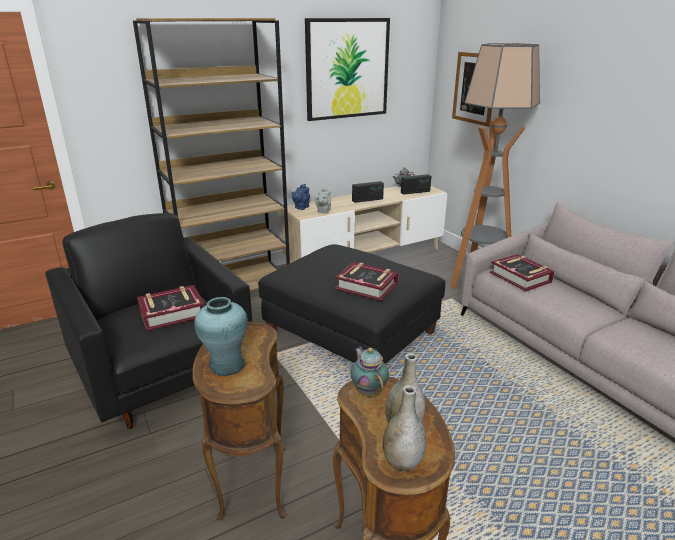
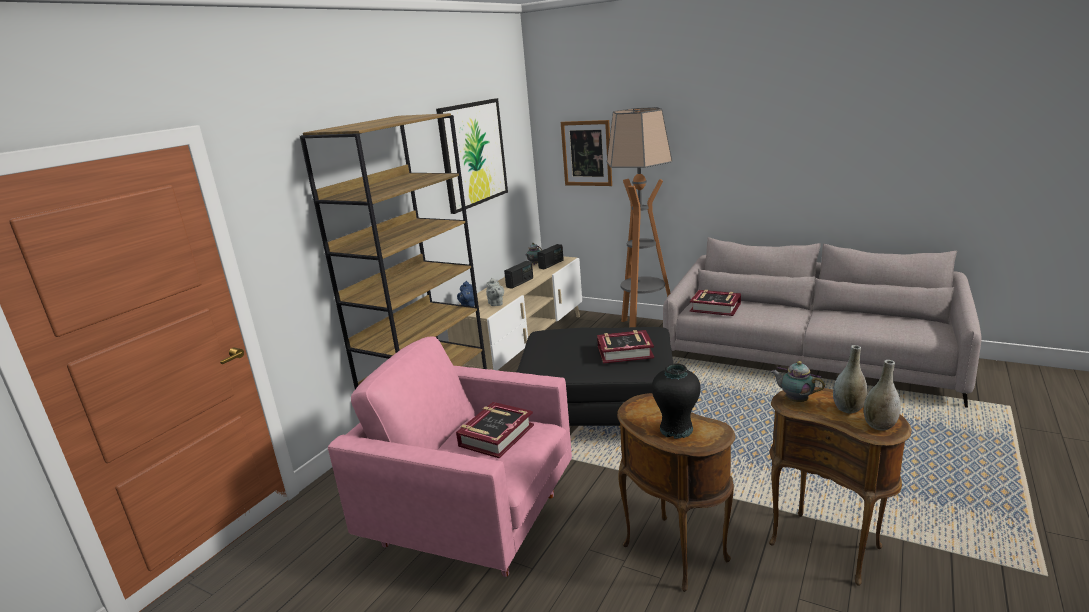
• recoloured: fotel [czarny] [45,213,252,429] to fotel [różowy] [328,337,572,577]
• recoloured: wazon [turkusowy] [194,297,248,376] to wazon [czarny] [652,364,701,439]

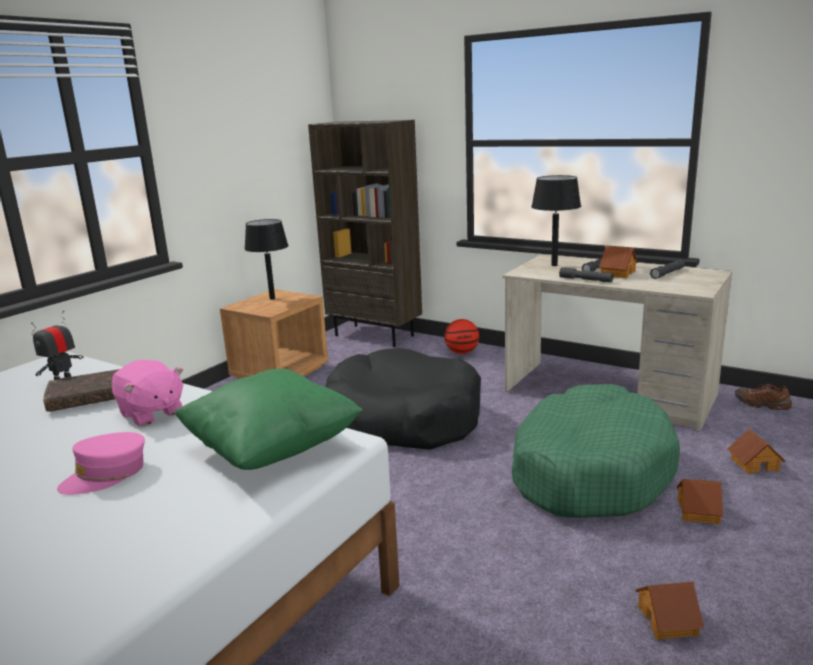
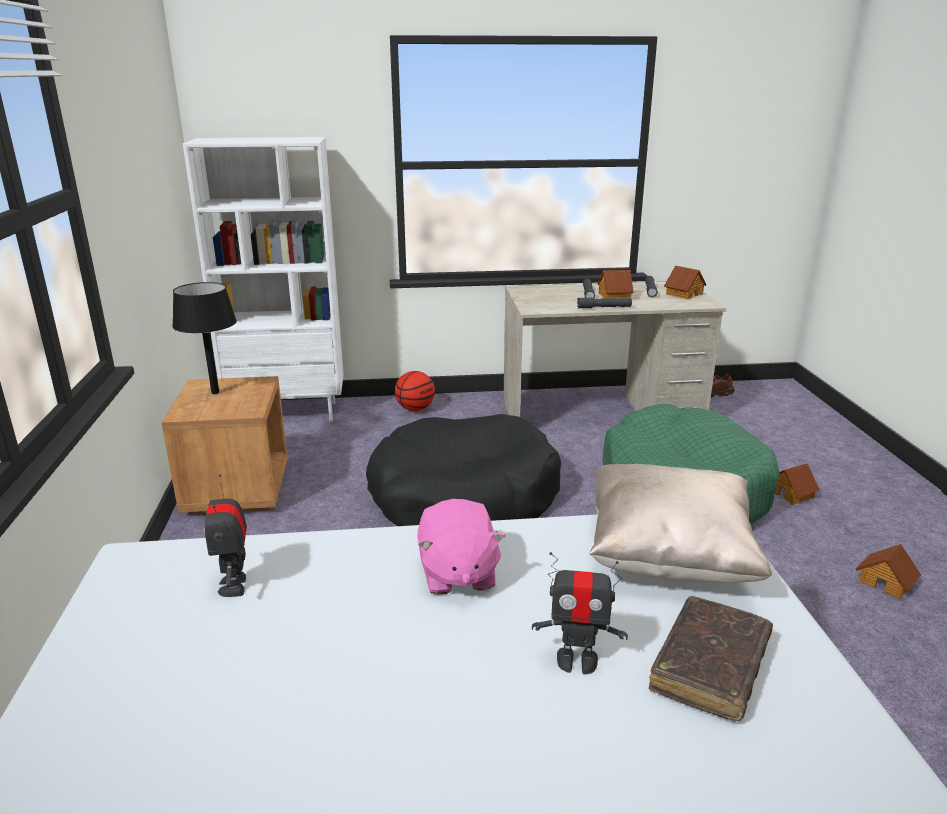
• recoloured: regał [brązowy] [308,120,422,347] to regał [biały] [183,137,344,421]
• removed: lampa stołowa [czarny] [531,175,581,266]
• turned: pluszak [różowy] [112,360,183,426] = [417,499,506,595] 75 degrees clockwise
• moved: książka [brązowy] [43,369,120,412] to [649,596,773,721]
• recoloured: poduszka [zielony] [174,369,363,470] to poduszka [beżowy] [589,464,772,583]
• moved: domek [727,429,785,474] to [664,266,706,300]
• replaced: czapka z daszkiem [różowy] [57,432,145,495] to robot zabawkowy [532,552,628,675]

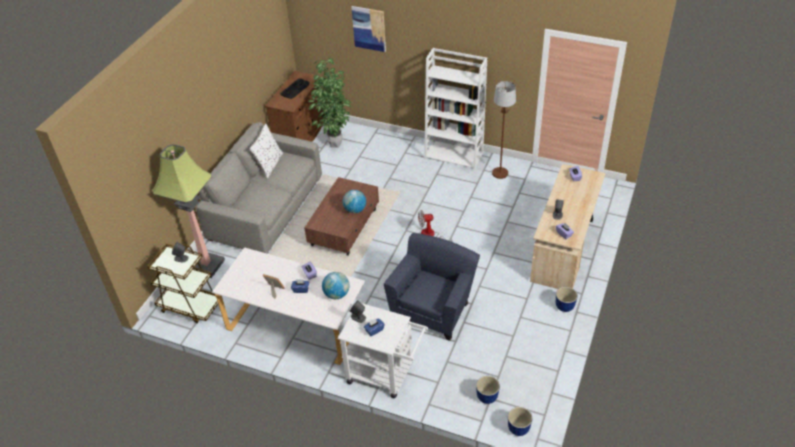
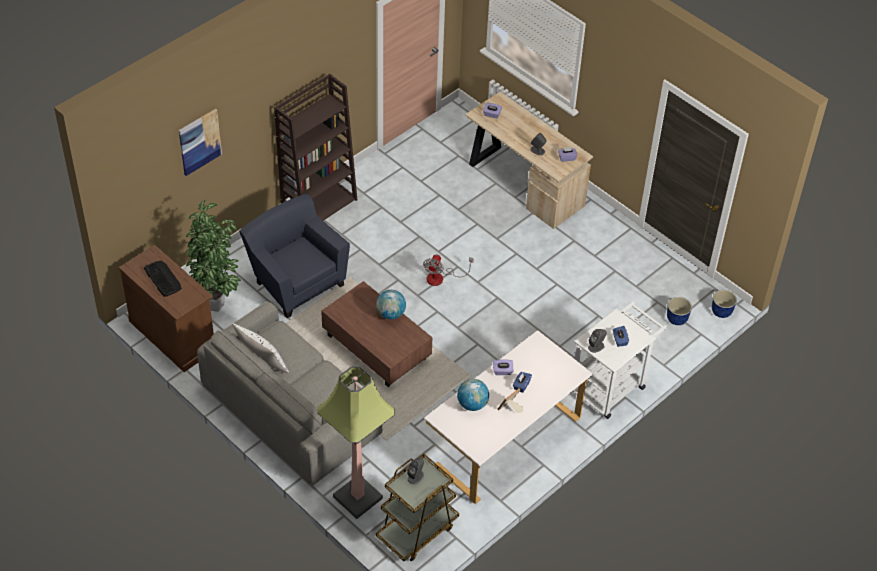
• recoloured: regał [biały] [424,48,487,170] to regał [brązowy] [274,74,357,221]
• removed: lampa stojąca [brązowy] [492,81,516,179]
• moved: fotel [niebieski] [384,233,480,341] to [239,194,350,318]
• moved: globus [322,272,349,299] to [457,379,489,411]
• removed: donica [556,287,578,312]

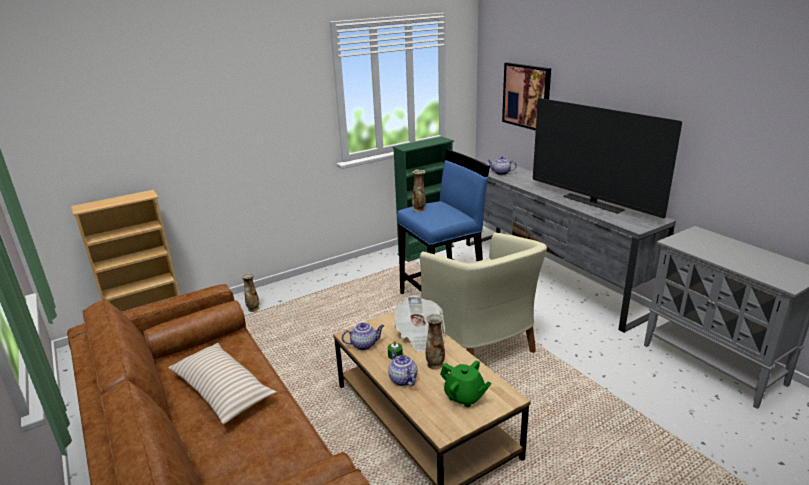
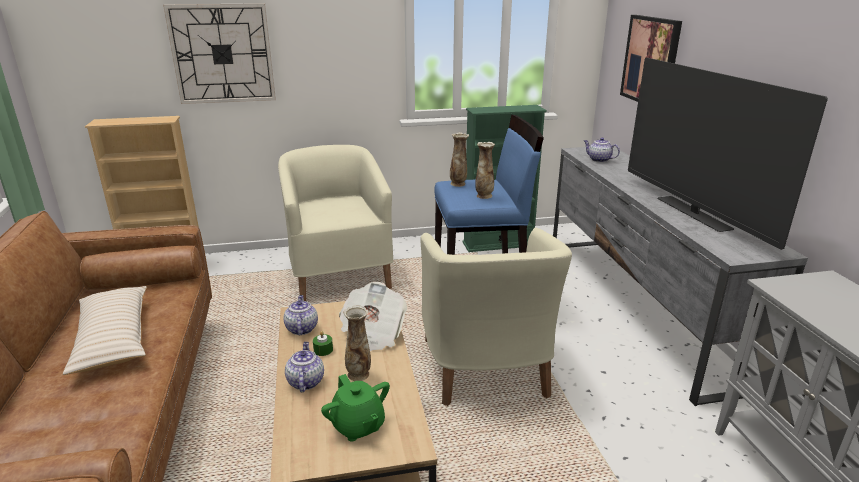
• moved: wazon [241,273,259,312] to [475,142,495,199]
• turned: imbryk [342,323,384,350] = [284,295,318,335] 105 degrees counterclockwise
• added: zegar ścienny [163,3,276,104]
• added: fotel [beżowy] [278,145,393,301]

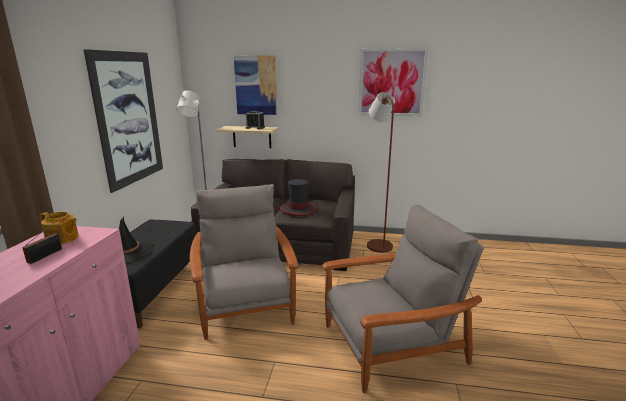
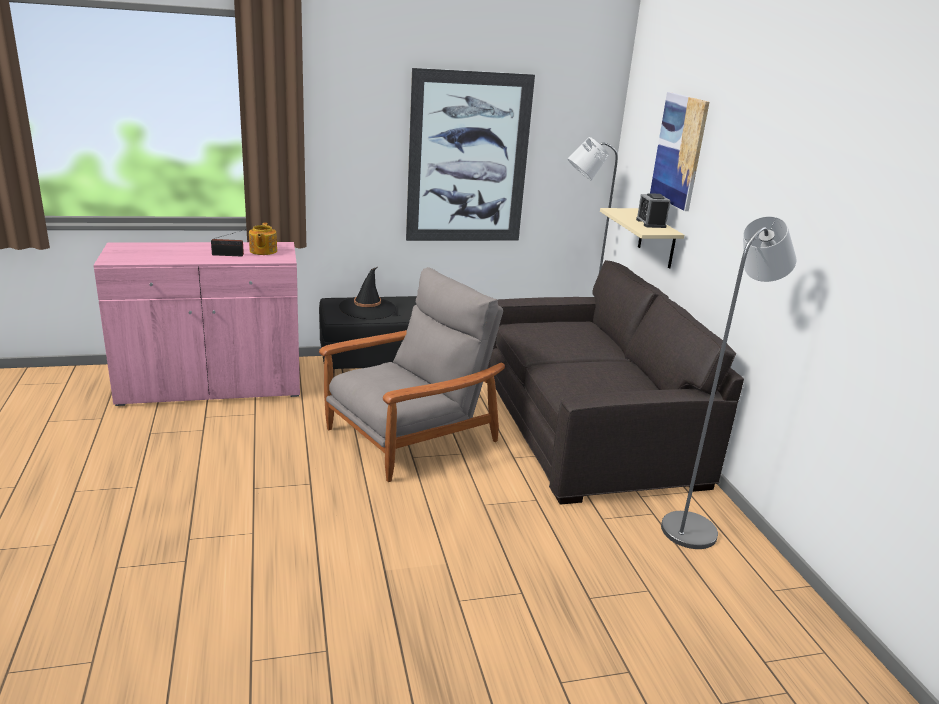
• removed: obraz [358,48,429,116]
• recoloured: lampa stojąca [brązowy] [367,92,395,253] to lampa stojąca [szary] [661,216,796,549]
• removed: kapelusz [279,179,317,216]
• removed: fotel [szary] [322,204,483,393]

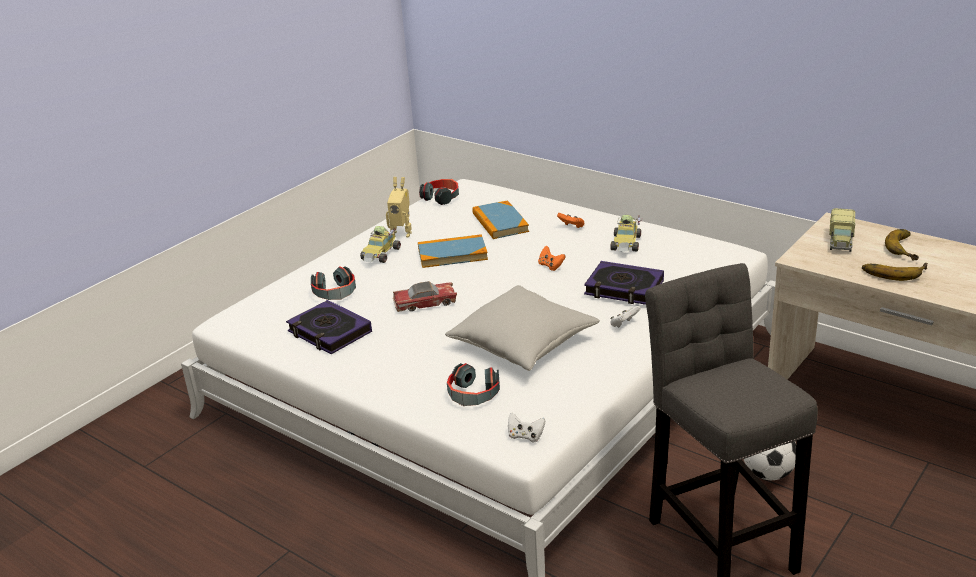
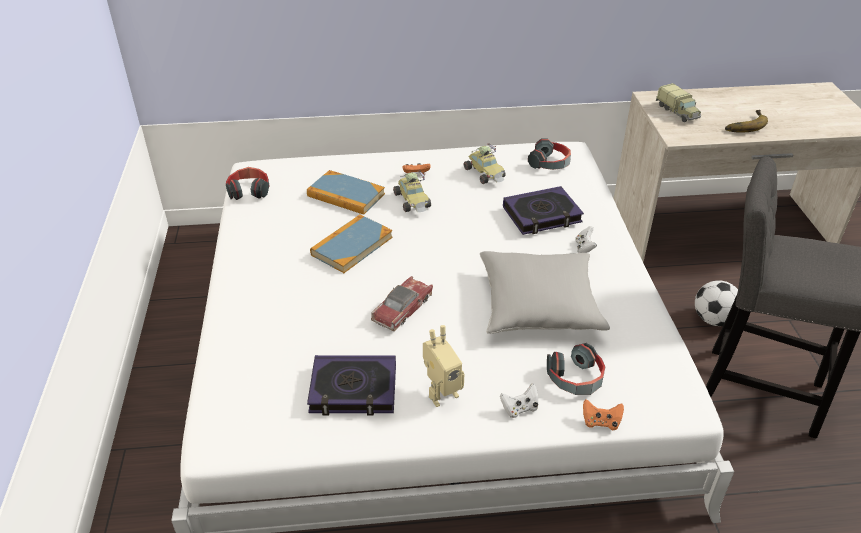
• moved: robot zabawkowy [386,177,412,237] to [423,325,465,407]
• moved: samochodzik [360,226,401,263] to [393,170,431,212]
• removed: banan [885,229,919,261]
• moved: pad do gier [pomarańczowy] [538,246,566,271] to [583,399,624,430]
• moved: słuchawki [311,266,356,300] to [528,138,571,170]
• moved: pad do gier [biały] [508,412,545,442] to [500,383,538,418]

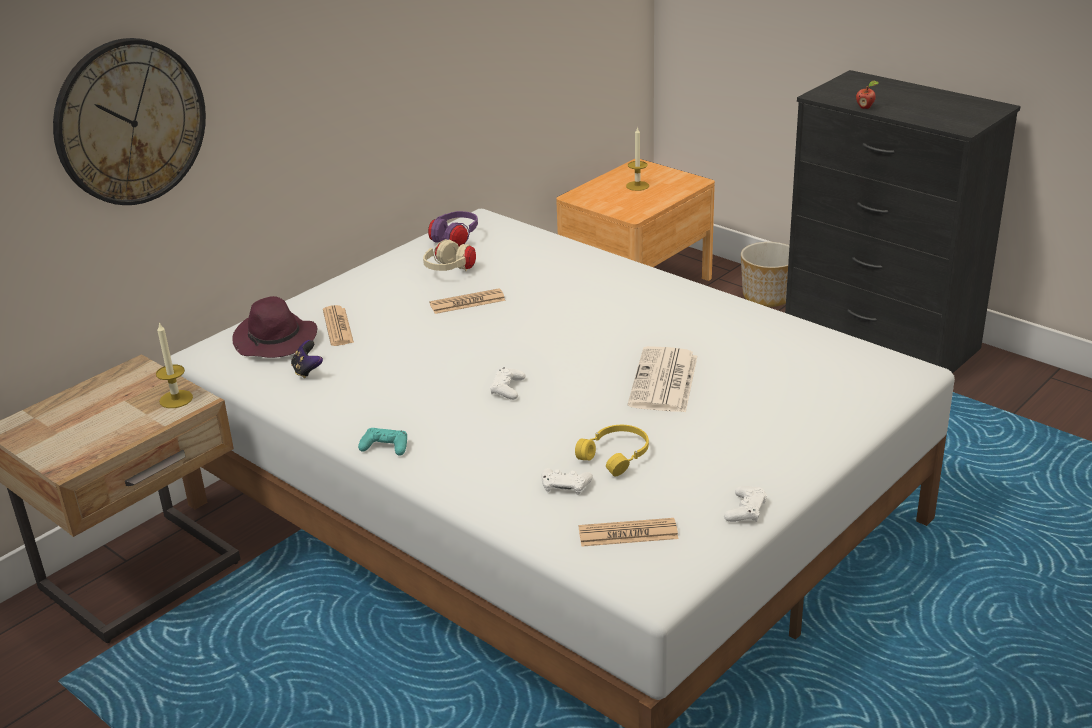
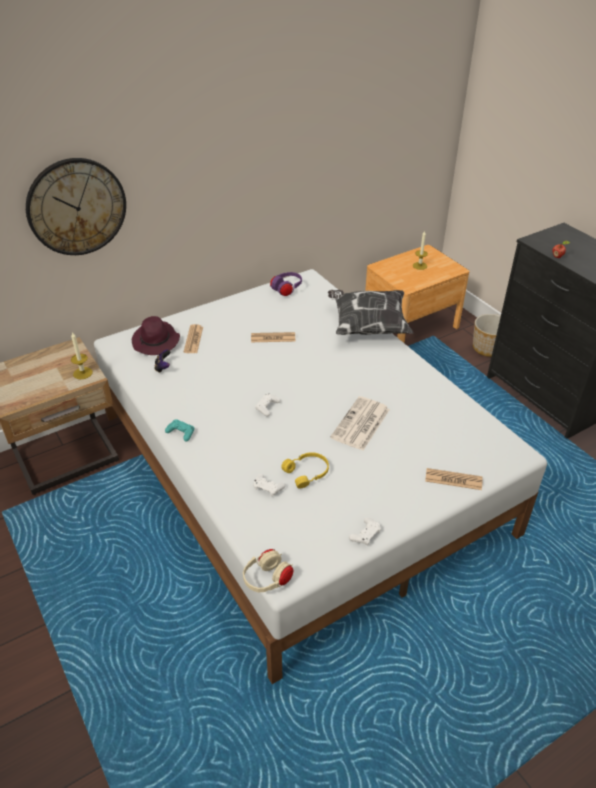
• moved: słuchawki [beżowy] [423,239,476,271] to [243,549,294,592]
• moved: gazeta [579,518,678,547] to [425,468,483,490]
• added: poduszka [328,290,413,335]

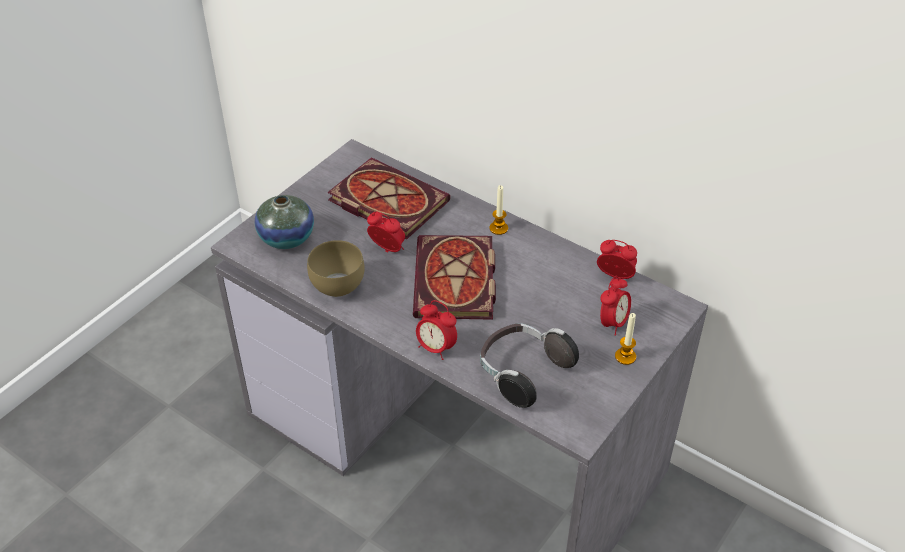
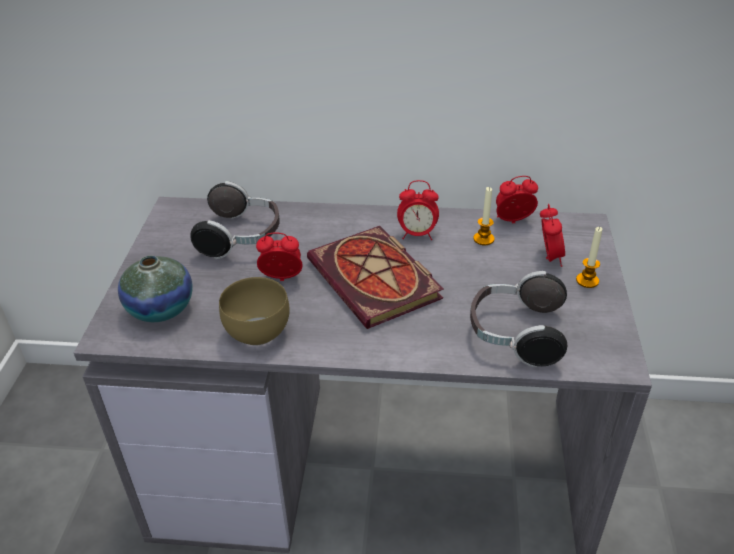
• replaced: książka [327,157,450,240] to słuchawki [190,181,280,259]
• moved: świeca [489,185,508,235] to [473,187,494,245]
• moved: budzik [416,300,457,360] to [397,180,439,240]

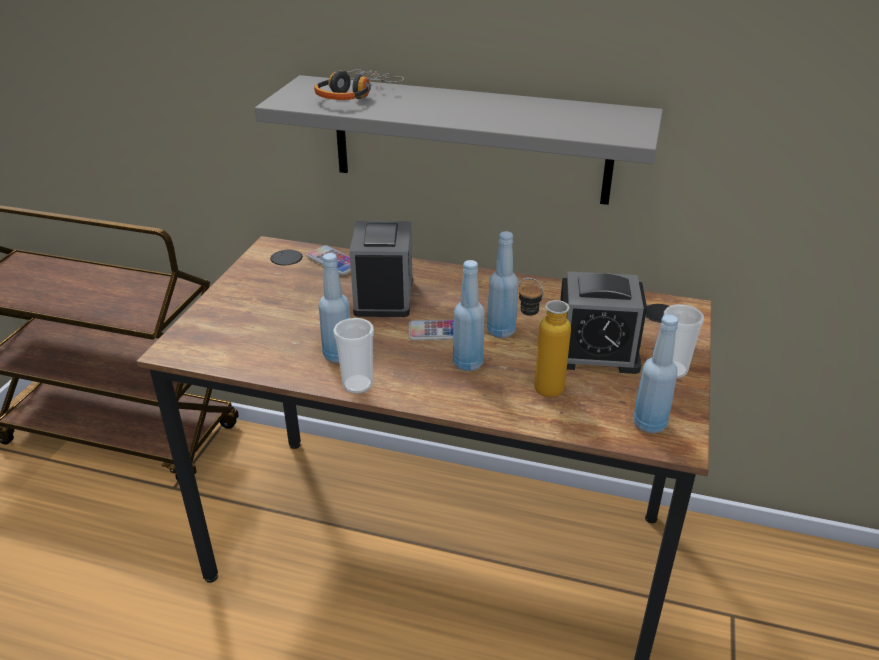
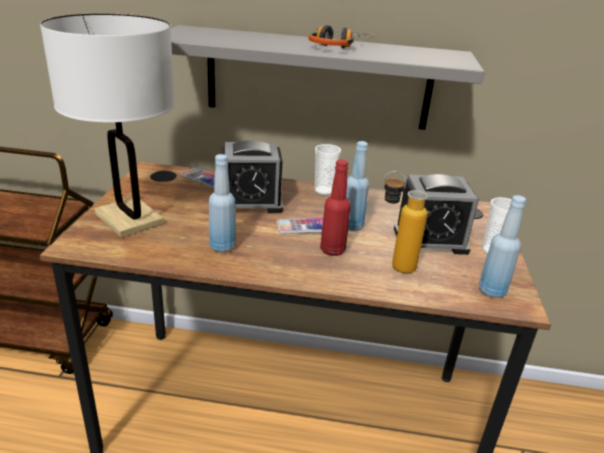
• moved: słuchawki [314,69,404,100] to [308,25,375,49]
• turned: budzik [349,221,413,317] = [222,140,283,213] 90 degrees clockwise
• recoloured: butelka [niebieski] [453,260,485,371] to butelka [czerwony] [320,159,351,256]
• moved: filiżanka [333,318,374,394] to [315,144,341,195]
• added: lampa stołowa [biały] [40,13,175,238]

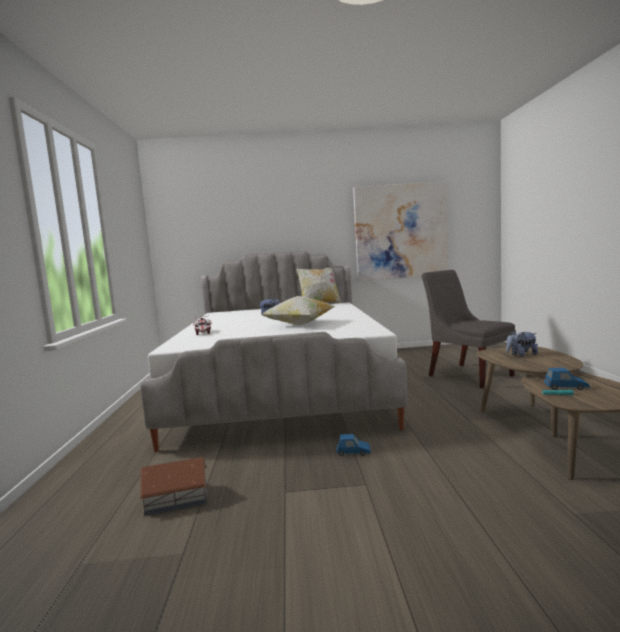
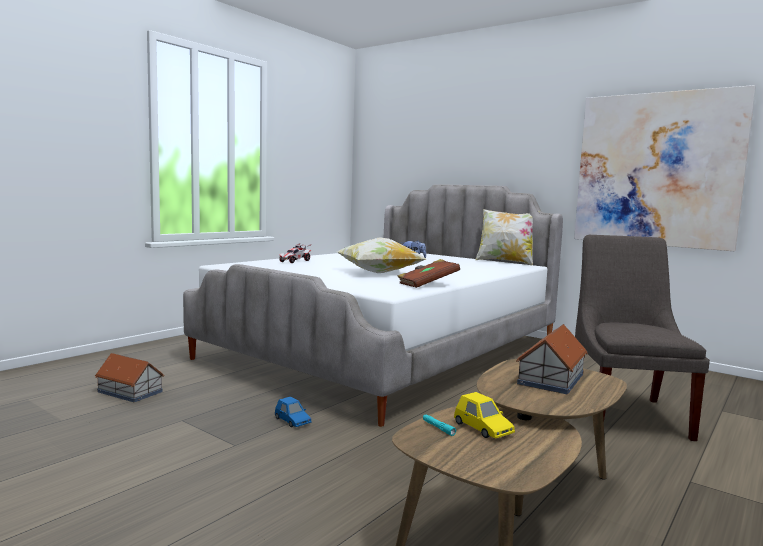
• replaced: pluszak [506,331,538,357] to domek [516,324,588,394]
• recoloured: samochodzik [niebieski] [544,368,590,390] to samochodzik [żółty] [454,392,515,438]
• added: książka [brązowy] [397,259,460,288]

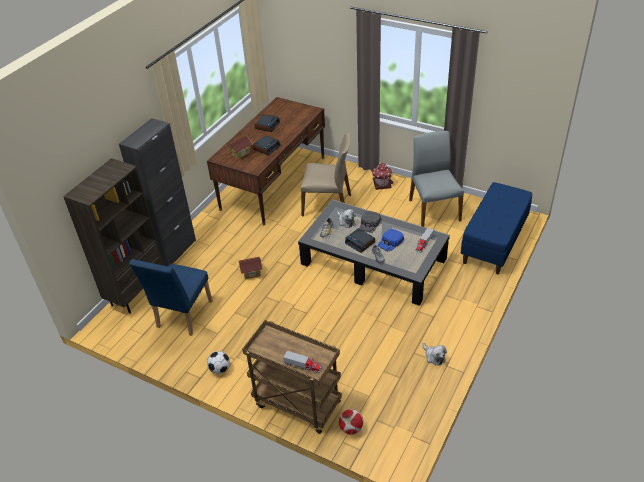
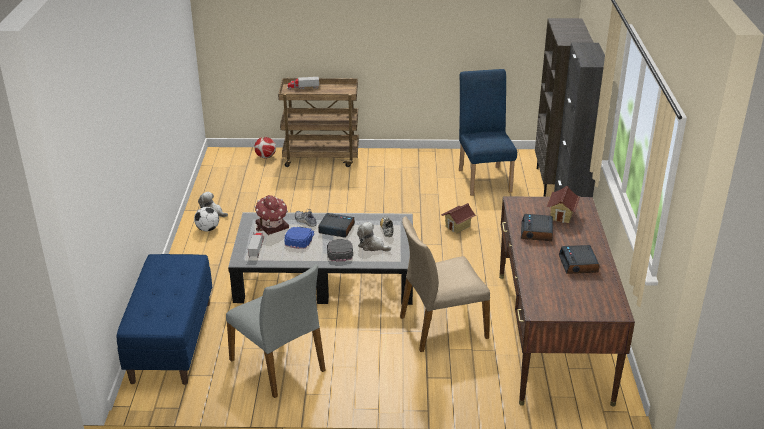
• moved: domek [372,163,393,190] to [255,195,289,235]
• moved: piłka futbolowa [207,351,230,374] to [194,207,219,231]

